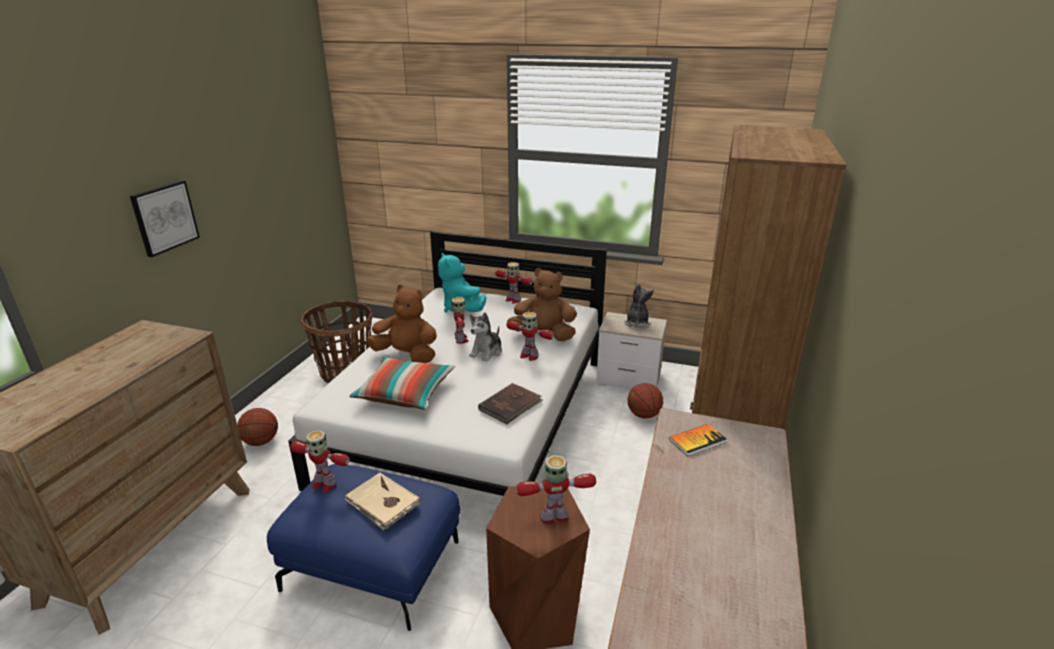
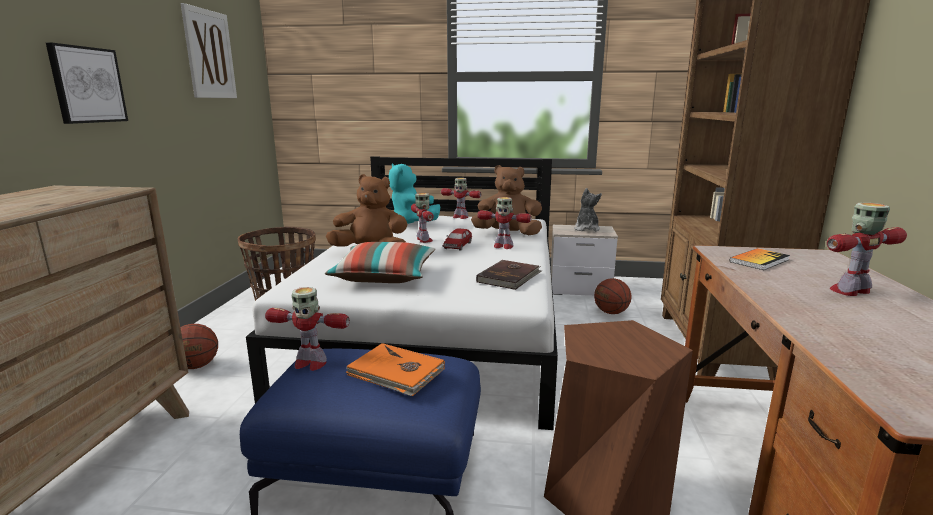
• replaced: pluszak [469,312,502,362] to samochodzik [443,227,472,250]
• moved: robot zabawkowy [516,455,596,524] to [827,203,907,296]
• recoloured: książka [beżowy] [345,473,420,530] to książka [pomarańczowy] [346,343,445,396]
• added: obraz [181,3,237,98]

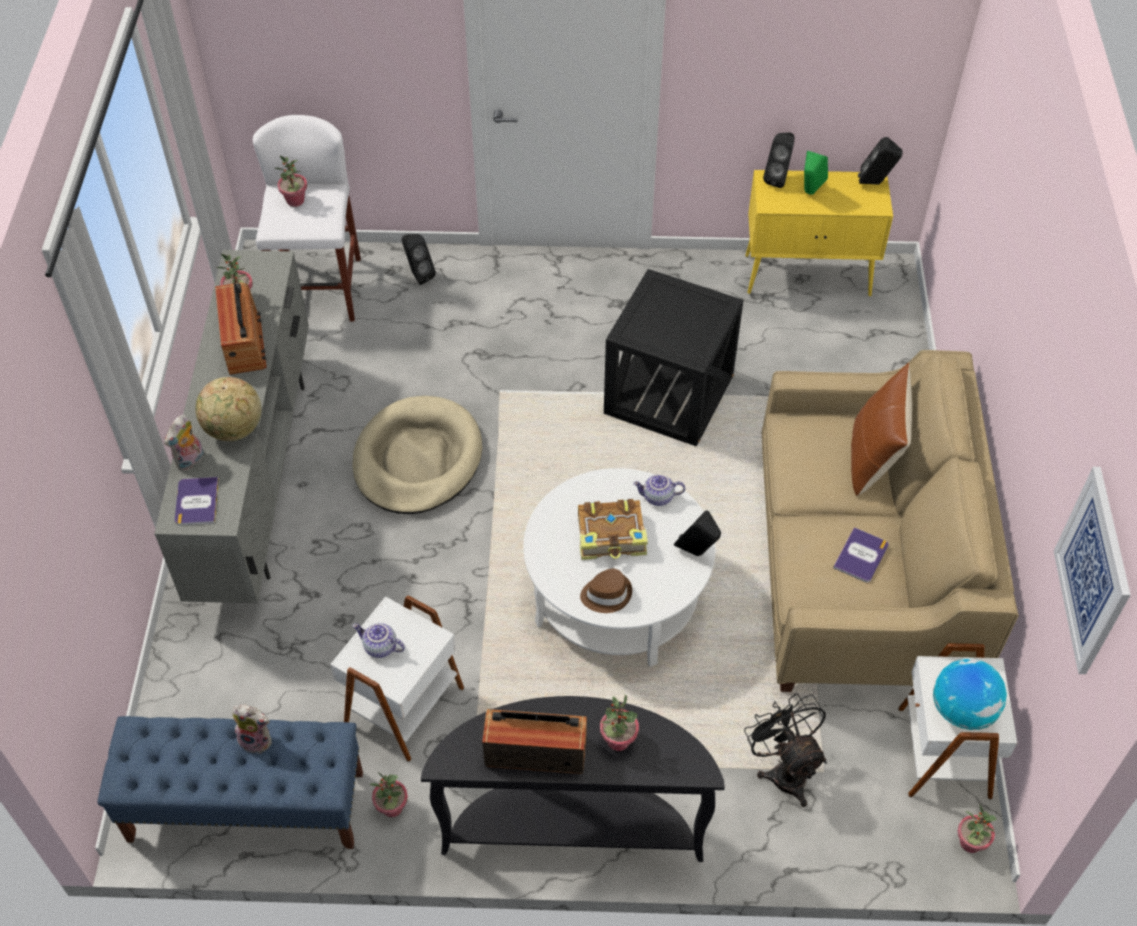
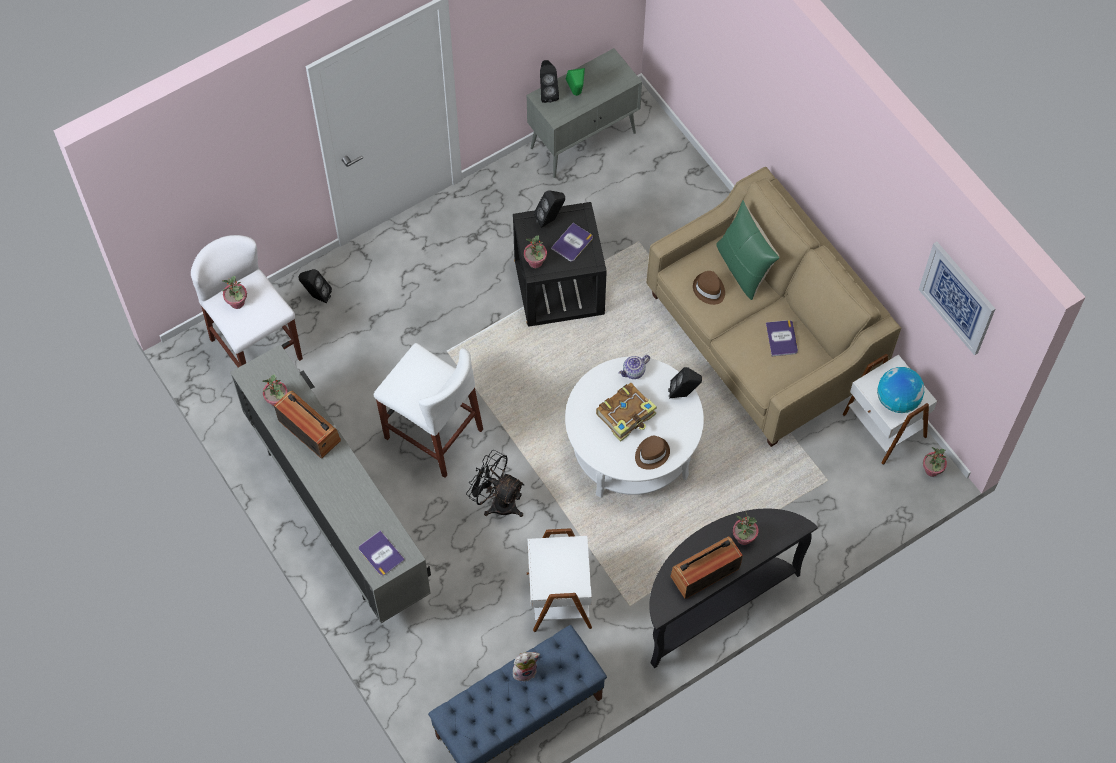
• moved: głośnik [czarny] [858,137,903,185] to [534,190,565,228]
• recoloured: szafka [żółty] [745,170,893,296] to szafka [szary] [527,48,642,178]
• recoloured: poduszka [brązowy] [851,363,912,496] to poduszka [zielony] [716,200,779,300]
• removed: globus [195,377,261,441]
• replaced: legowisko [beżowy] [352,396,482,514] to stołek [biały] [374,343,483,478]
• removed: pluszak [164,415,204,471]
• removed: imbryk [353,623,405,658]
• moved: wentylator [czarny] [744,693,827,807] to [466,450,524,517]
• moved: roślina doniczkowa [369,772,408,817] to [524,236,547,268]
• added: książka [551,223,593,261]
• added: kapelusz [brązowy] [693,271,725,305]

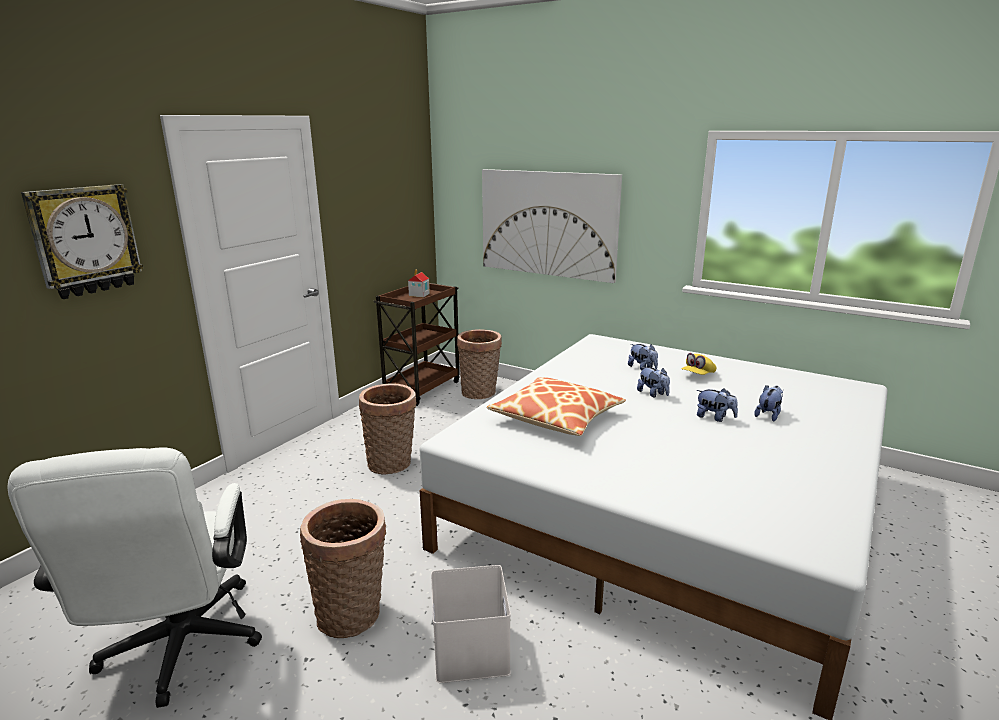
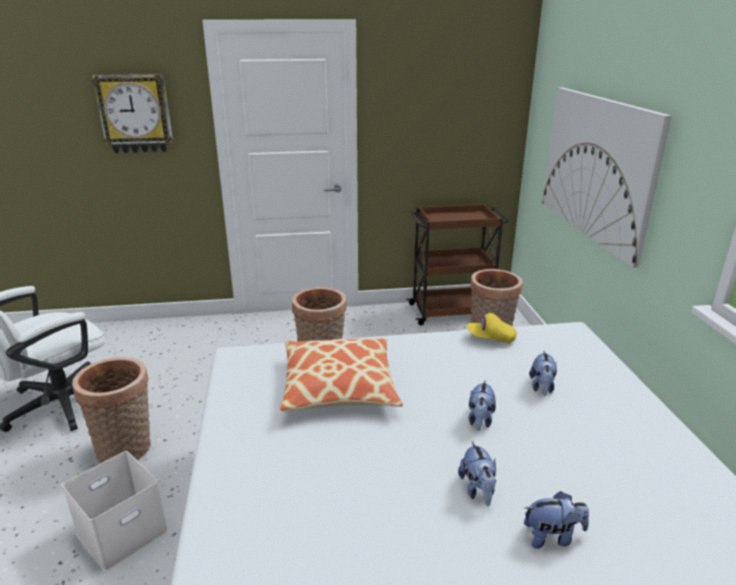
• removed: domek [408,270,430,297]
• moved: czapka z daszkiem [żółty] [681,353,717,375] to [467,309,517,343]

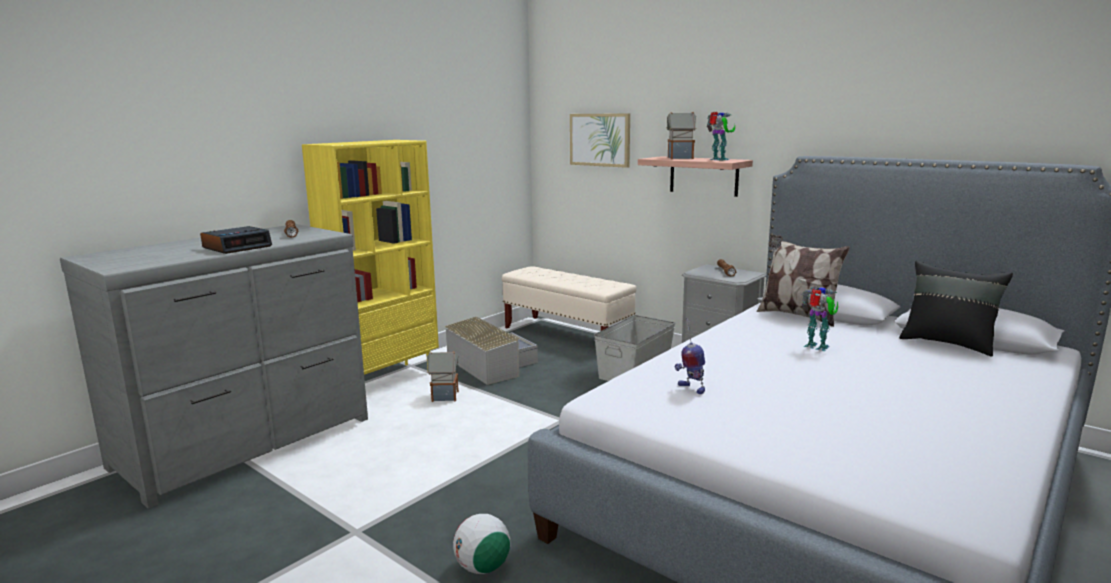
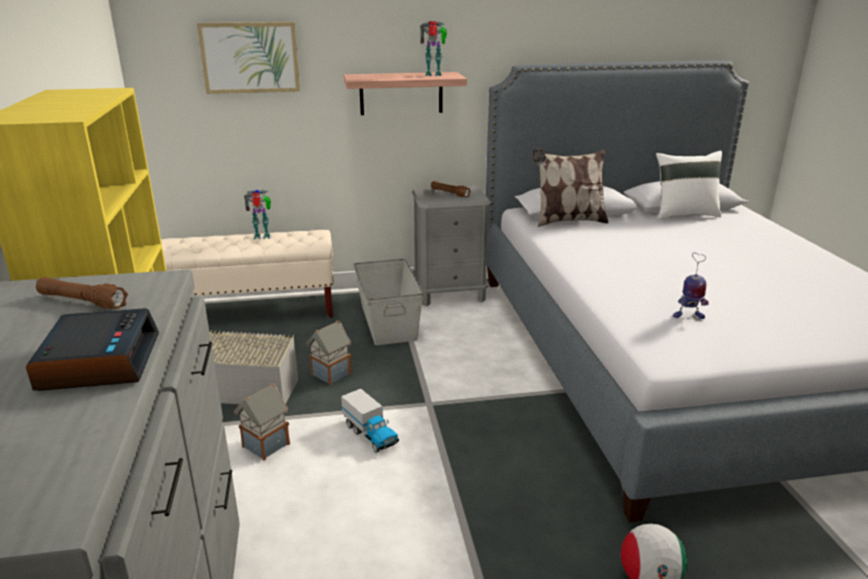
• moved: domek [666,112,696,159] to [306,320,351,385]
• recoloured: poduszka [czarny] [899,261,1013,357] to poduszka [biały] [656,151,722,220]
• moved: robot zabawkowy [802,286,838,351] to [244,189,271,239]
• added: ciężarówka zabawkowa [341,389,399,453]

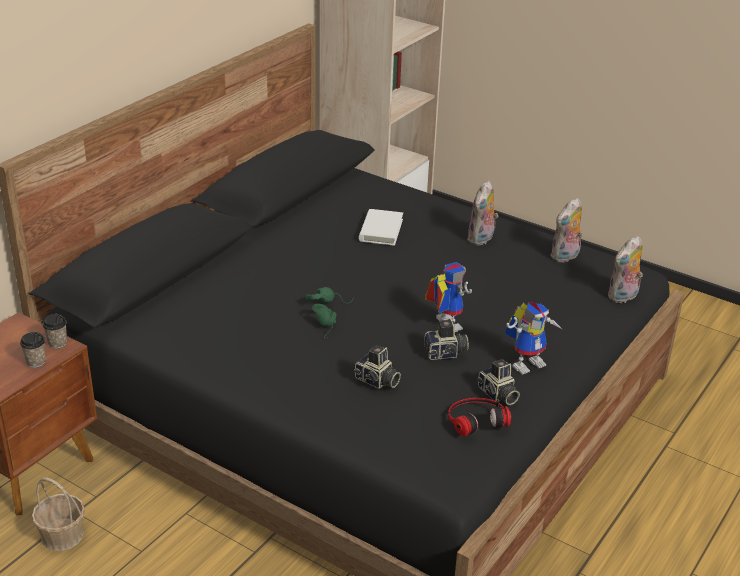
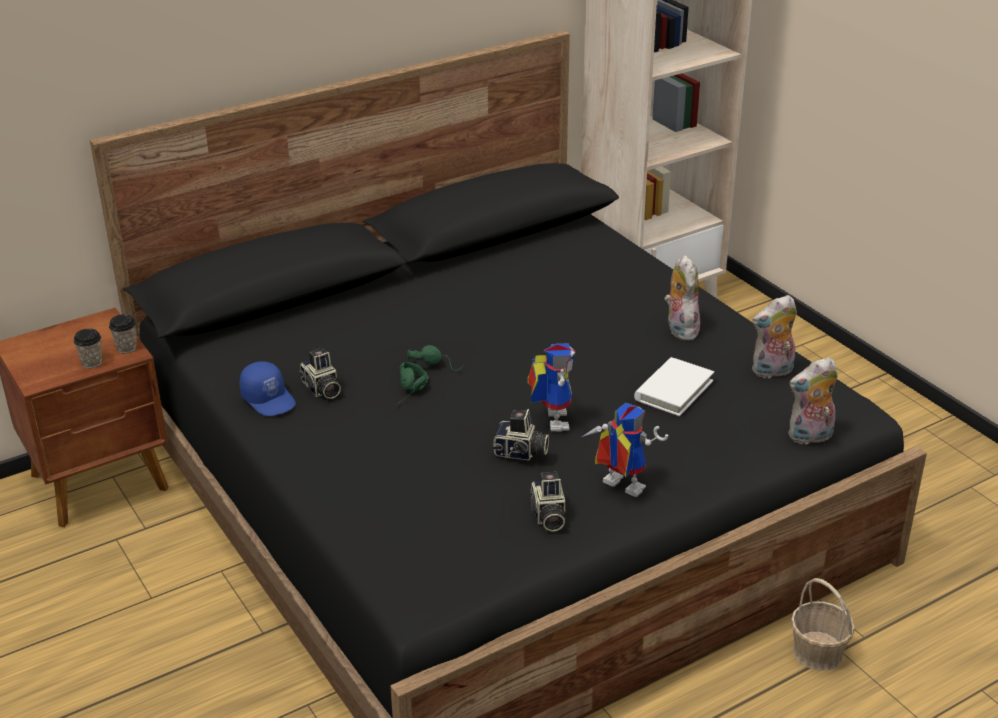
• turned: pluszak [467,180,499,246] = [664,255,700,340] 120 degrees clockwise
• moved: książka [biały] [359,209,403,246] to [634,357,714,416]
• turned: robot zabawkowy [505,302,563,375] = [582,403,668,497] 135 degrees counterclockwise
• moved: aparat fotograficzny [353,345,401,389] to [299,348,341,399]
• removed: słuchawki [448,398,511,437]
• moved: koszyk [32,477,85,551] to [791,578,855,671]
• added: czapka z daszkiem [niebieski] [239,361,296,416]

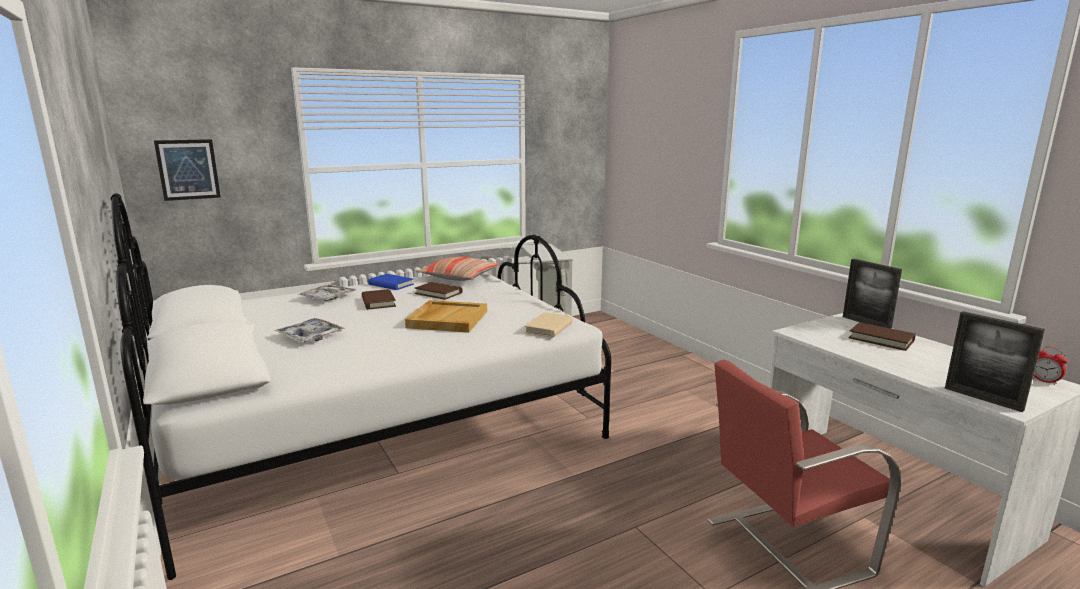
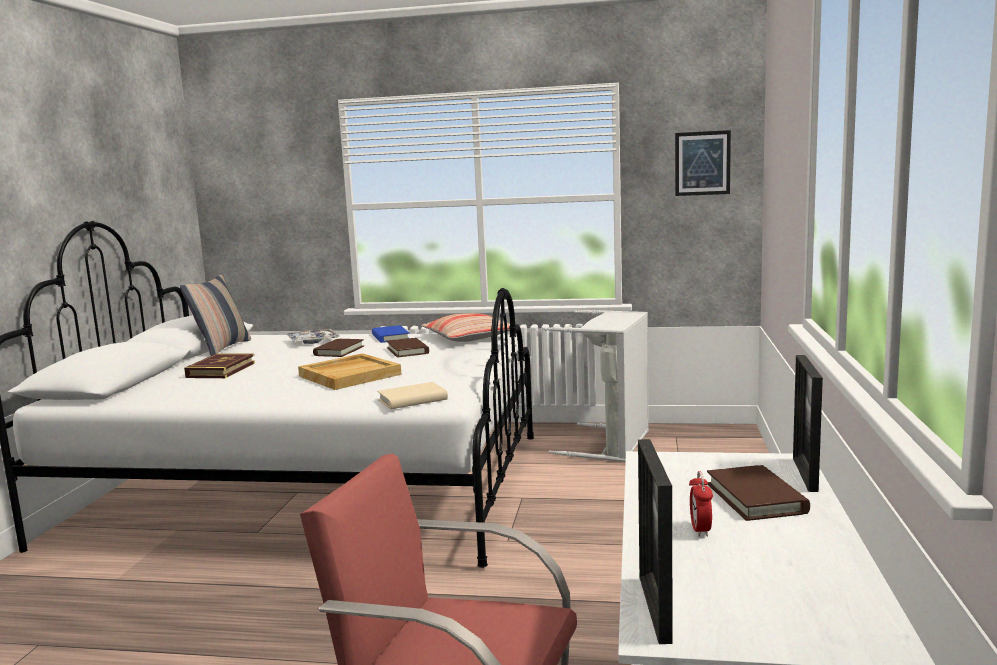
• moved: obraz [154,139,221,201] to [675,130,731,196]
• replaced: taca [274,318,345,342] to książka [184,353,255,378]
• moved: budzik [1033,346,1067,385] to [689,471,713,537]
• added: poduszka [180,275,251,356]

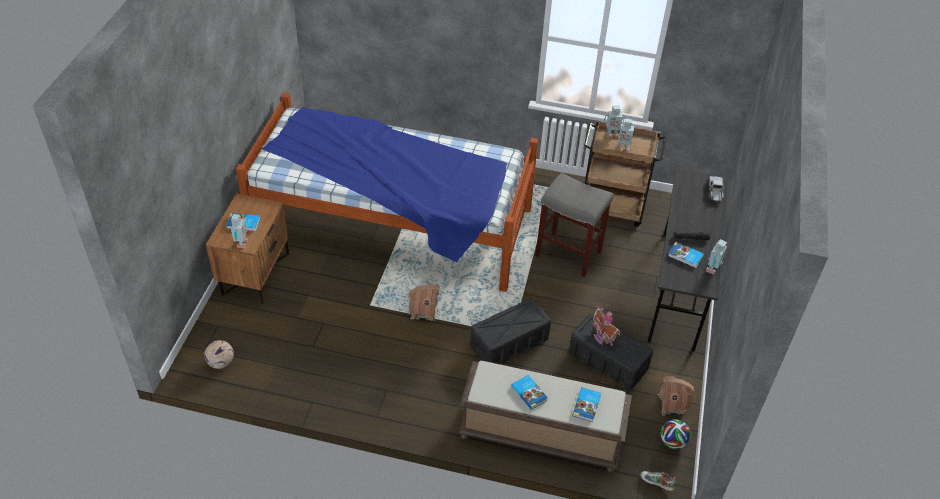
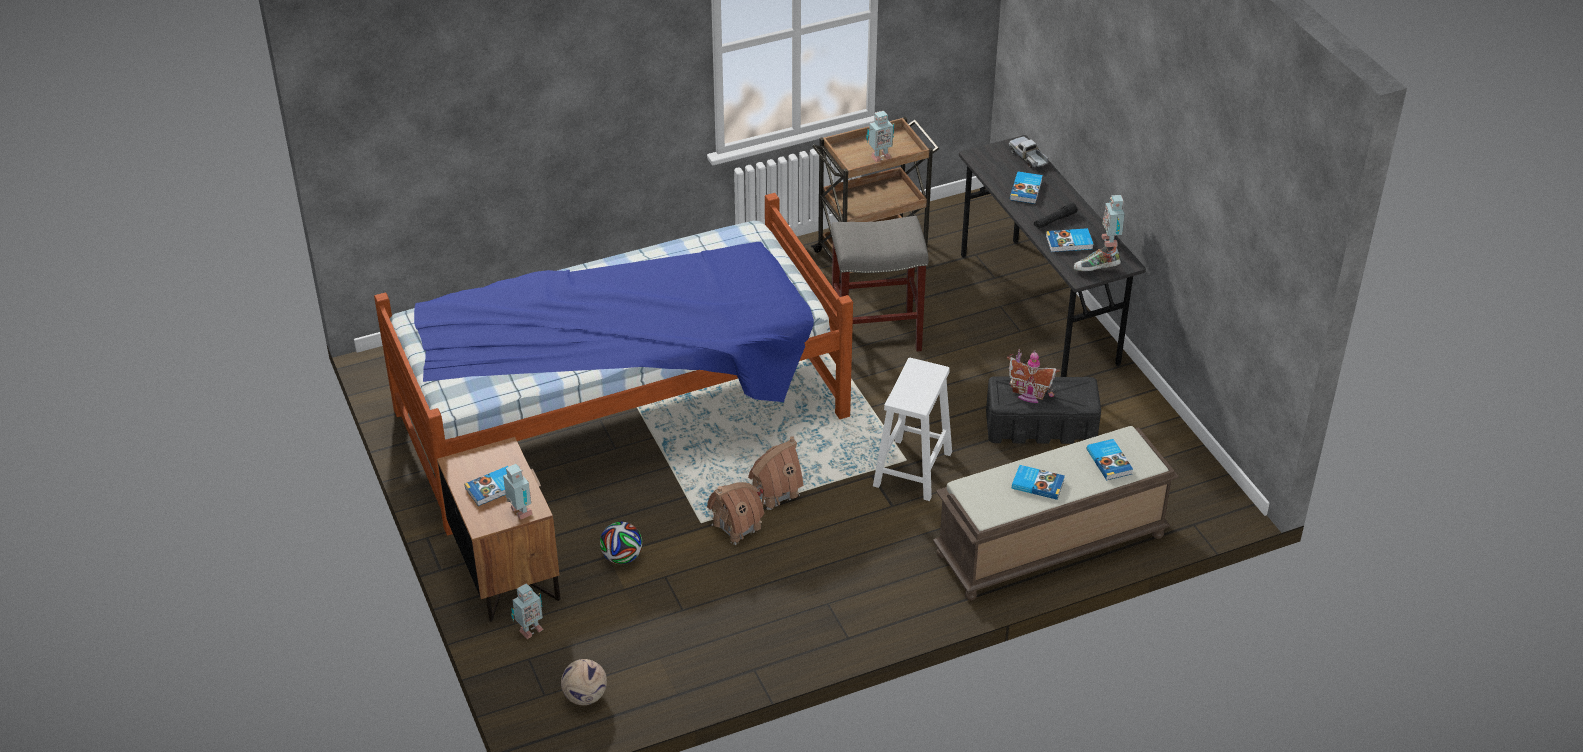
• moved: robot zabawkowy [604,105,625,138] to [511,583,544,639]
• replaced: pojemnik do przechowywania [czarny] [470,298,551,364] to stołek [biały] [873,358,952,501]
• moved: domek [657,376,694,416] to [707,482,765,545]
• moved: piłka futbolowa [661,419,691,450] to [600,522,642,564]
• moved: but [640,471,675,491] to [1074,246,1121,271]
• added: książka [1010,172,1043,204]

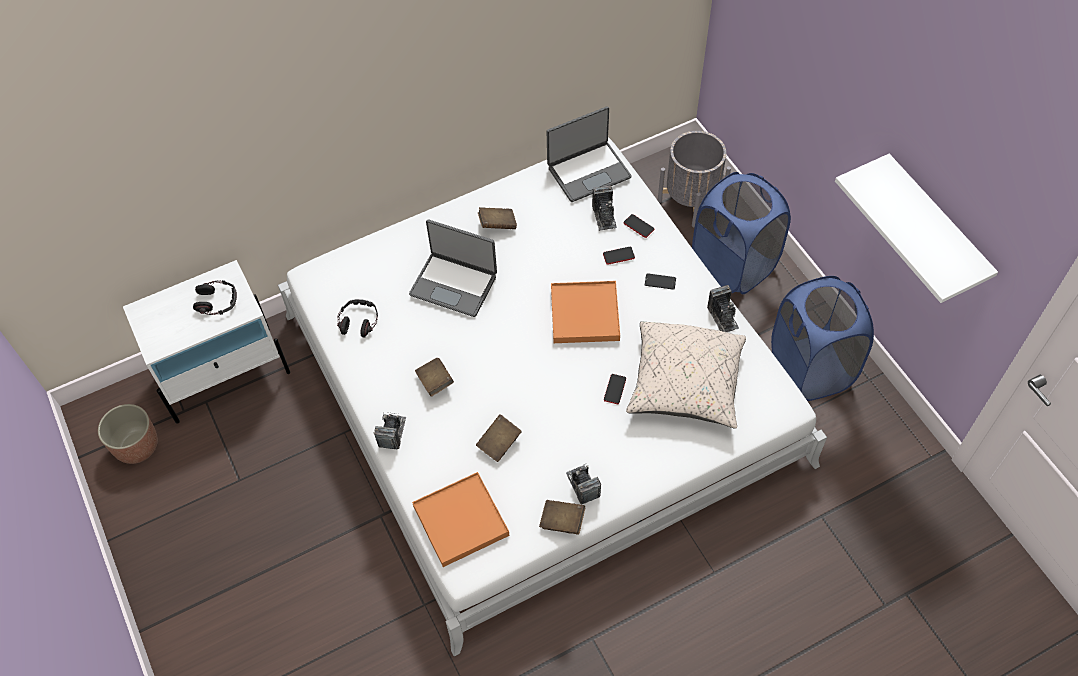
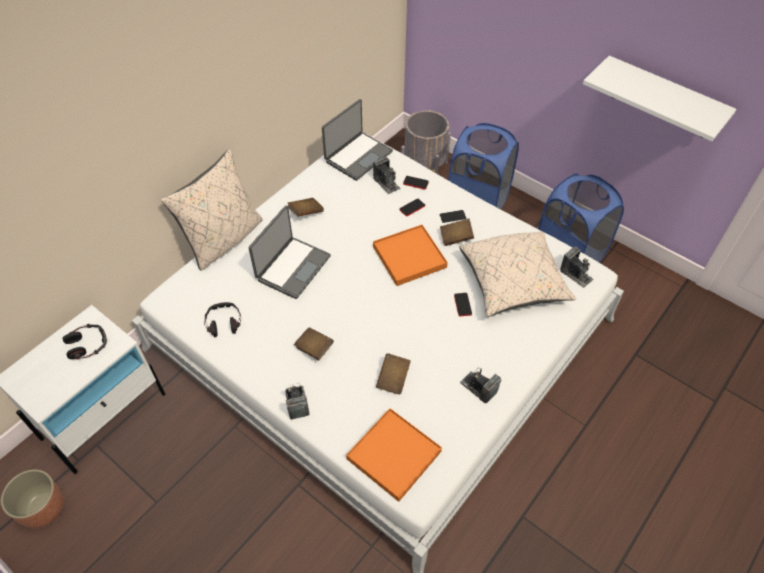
• turned: laptop [409,219,497,317] = [248,205,331,299] 60 degrees counterclockwise
• moved: aparat fotograficzny [707,285,739,332] to [560,247,594,288]
• moved: książka [brązowy] [539,500,585,535] to [440,219,474,246]
• added: poduszka [beżowy] [161,150,263,271]

